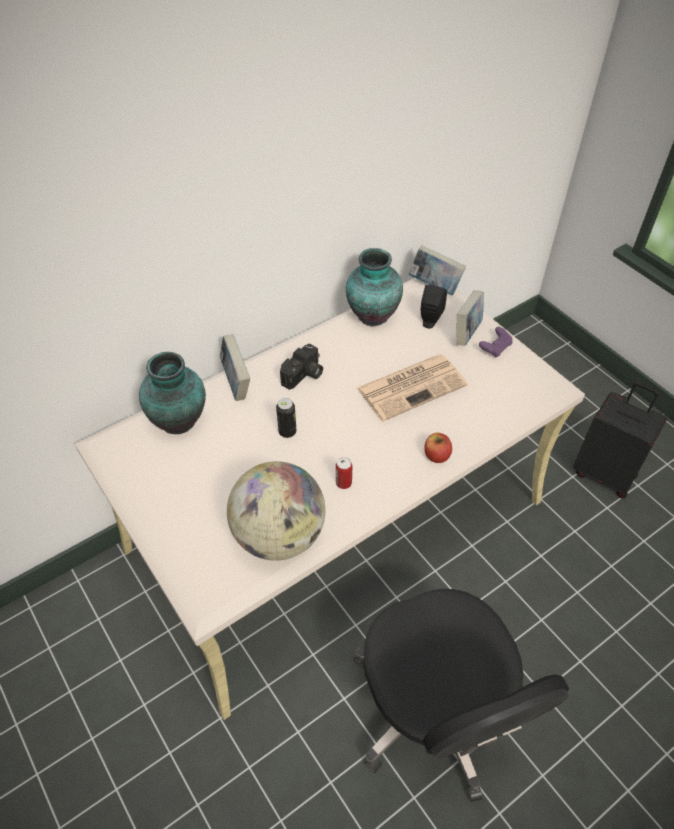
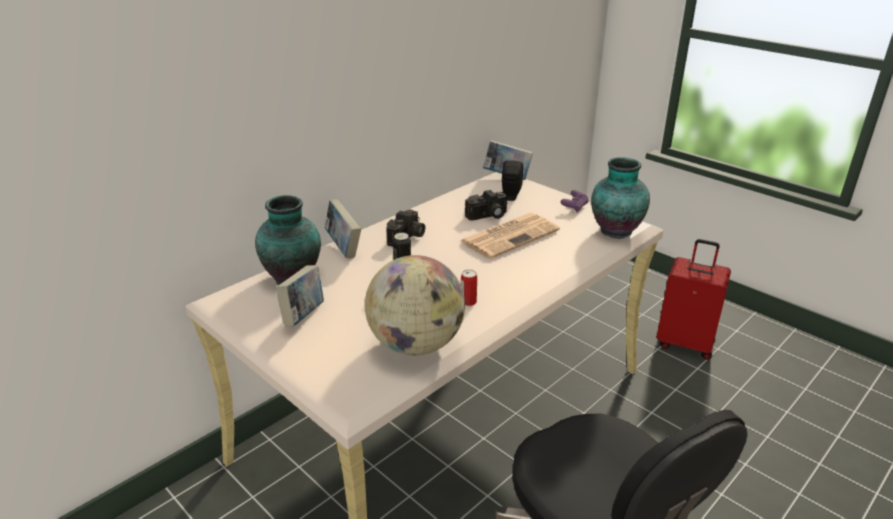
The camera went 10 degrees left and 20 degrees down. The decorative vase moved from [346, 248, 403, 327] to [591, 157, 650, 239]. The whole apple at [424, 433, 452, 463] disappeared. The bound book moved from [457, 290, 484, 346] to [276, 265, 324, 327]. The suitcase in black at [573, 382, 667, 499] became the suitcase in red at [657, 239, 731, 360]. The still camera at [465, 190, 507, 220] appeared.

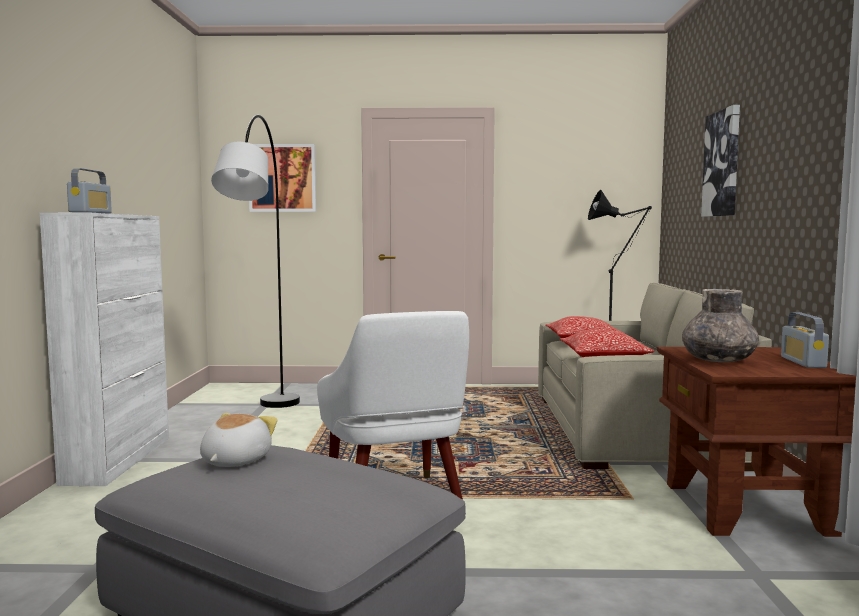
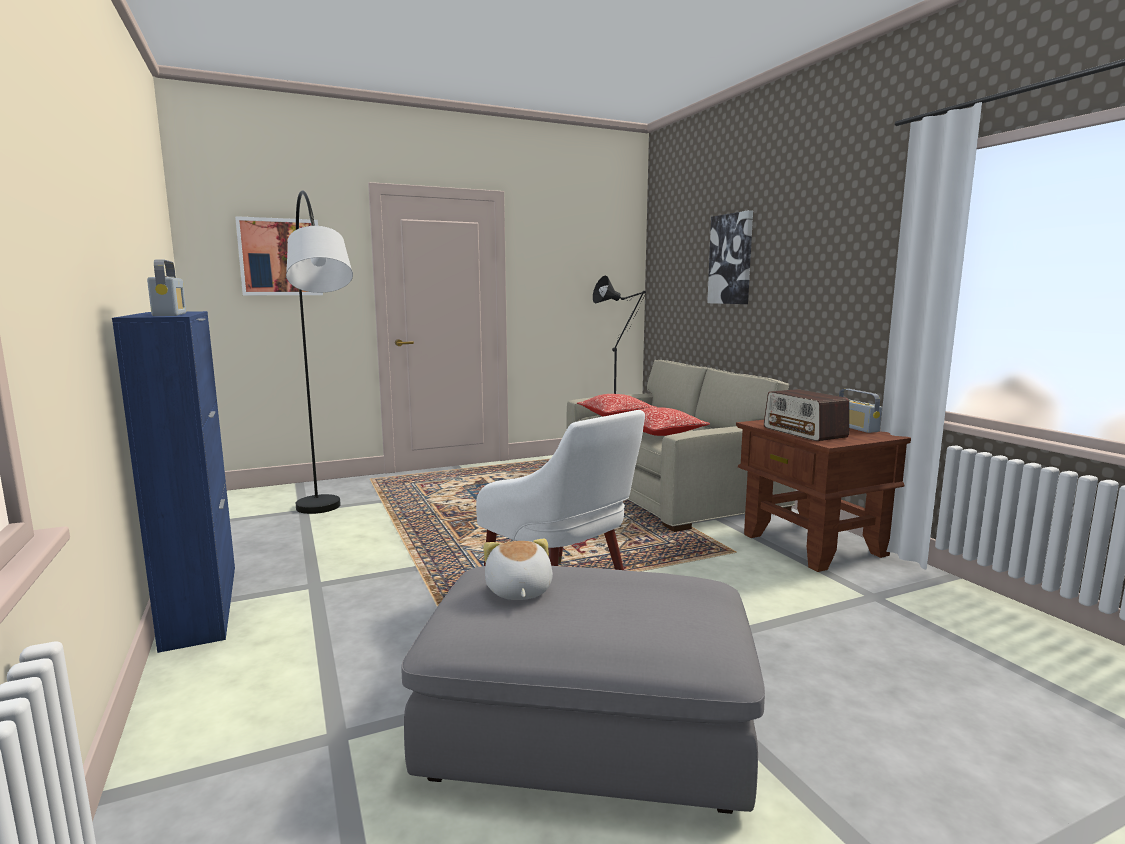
The camera went 25 degrees left and 5 degrees up. The storage cabinet in white at [40, 213, 169, 486] became the storage cabinet in bluish at [112, 311, 235, 653]. The decorative vase in gray at [682, 289, 759, 362] was replaced by the radio receiver at [764, 389, 849, 441].

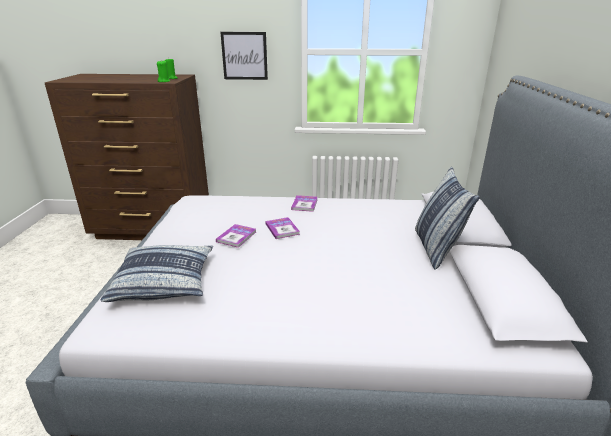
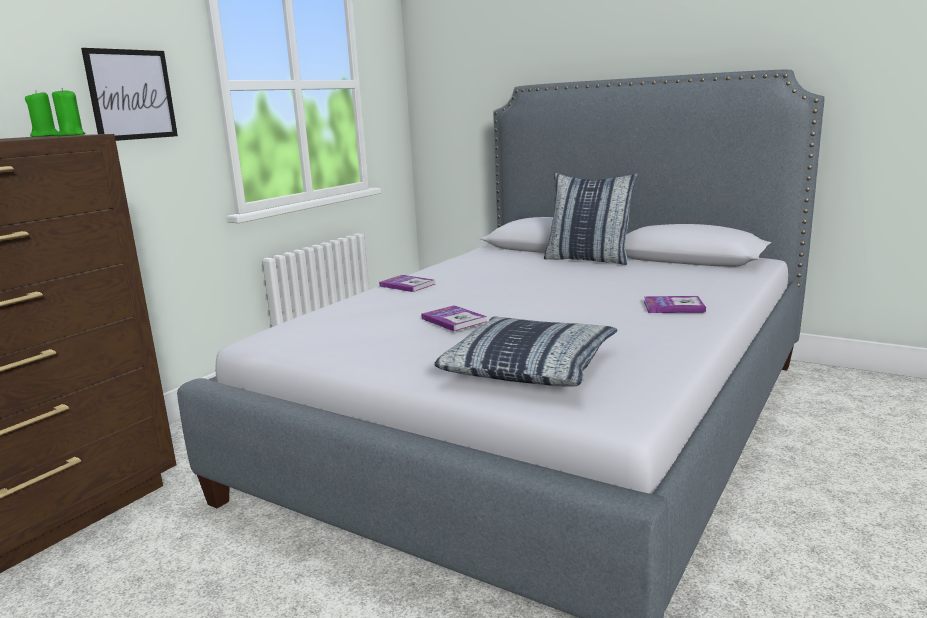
The camera went 60 degrees left and 10 degrees down. The bound book moved from [265, 217, 300, 239] to [644, 296, 706, 313].

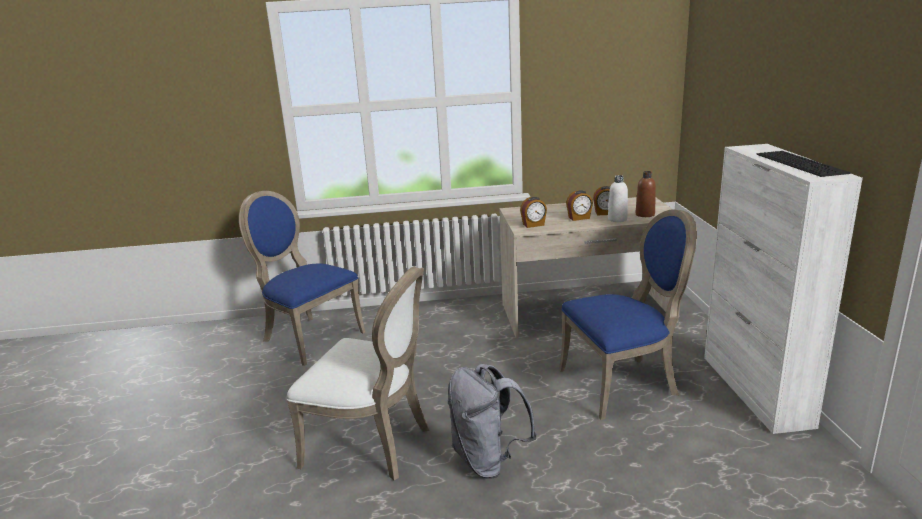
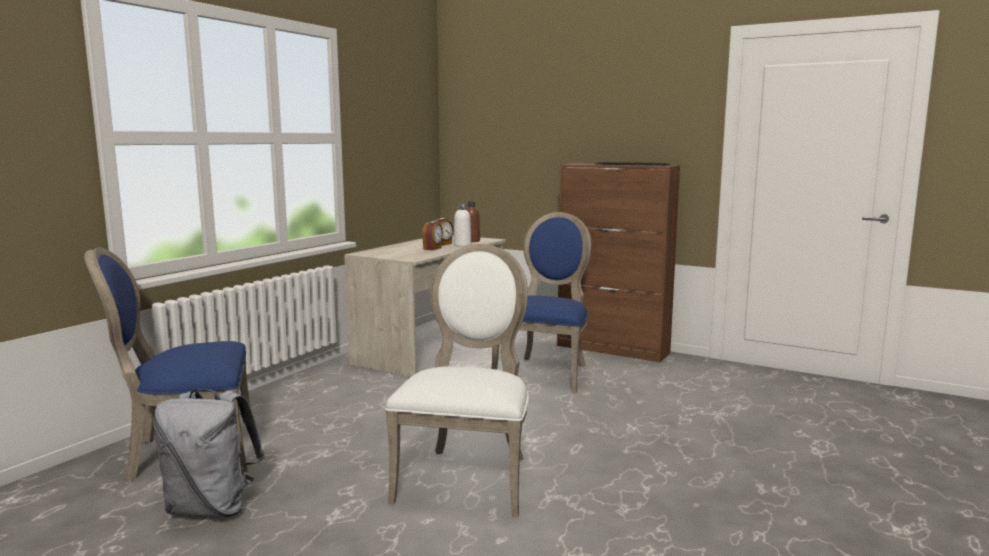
The camera went 55 degrees left and 10 degrees down. The plain chair in white at [287, 266, 430, 481] turned 45 degrees counterclockwise. The rucksack in gray moved from [448, 364, 537, 479] to [153, 389, 265, 518]. The bedside clock at [520, 197, 547, 228] disappeared. The storage cabinet in white at [704, 144, 863, 434] became the storage cabinet in brown-coloured at [557, 163, 680, 362].

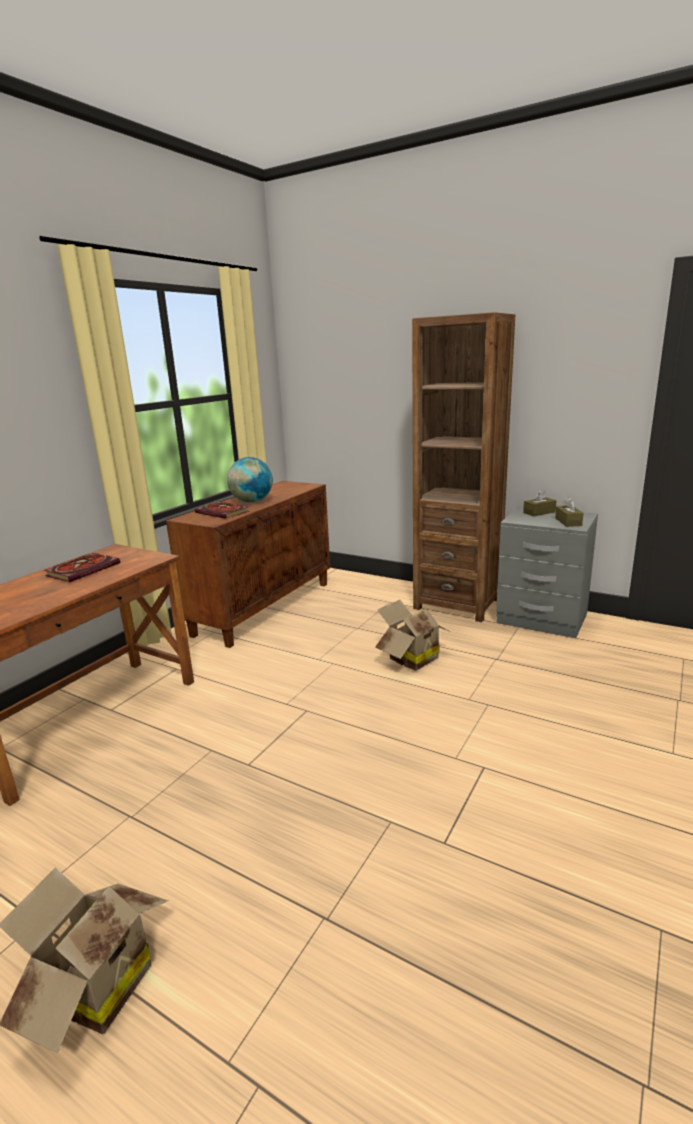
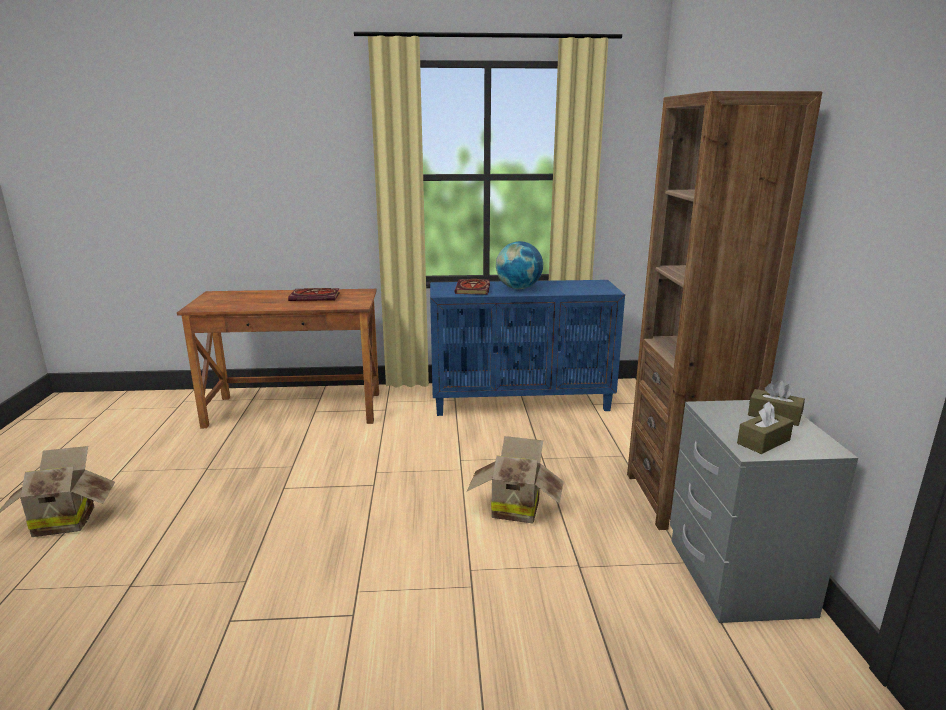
The camera went 55 degrees right and 0 degrees up. The storage cabinet in brown-coloured at [166, 481, 330, 648] became the storage cabinet in bluish at [430, 280, 625, 416].

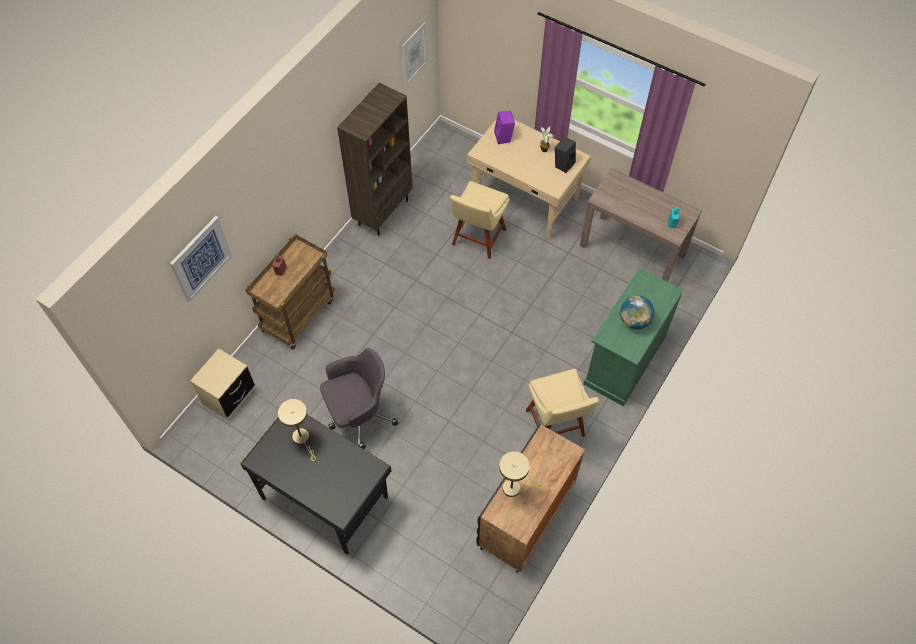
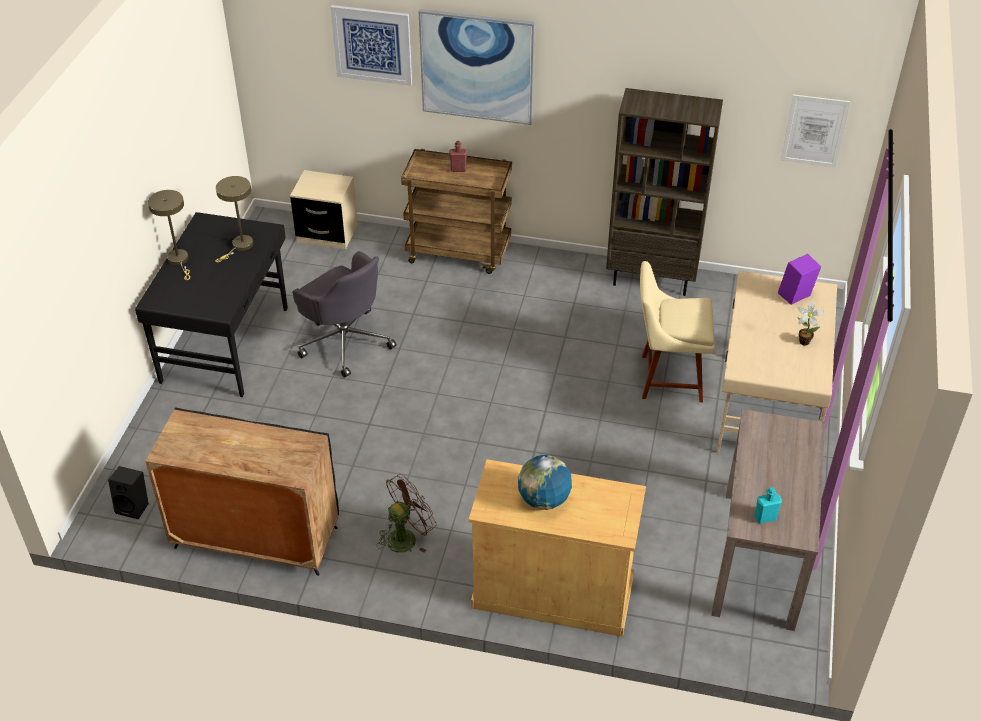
The camera went 70 degrees right and 15 degrees down. The lamp for a table in beige moved from [499, 451, 543, 497] to [148, 190, 190, 280]. The plain chair in beige at [526, 369, 599, 437] was replaced by the electric fan in brown-coloured at [377, 474, 437, 553]. The loudspeaker in black moved from [555, 137, 576, 173] to [108, 466, 149, 519]. The storage cabinet in greenish at [583, 268, 684, 406] became the storage cabinet in beige at [468, 459, 646, 637]. The wall picture at [419, 9, 535, 125] appeared.

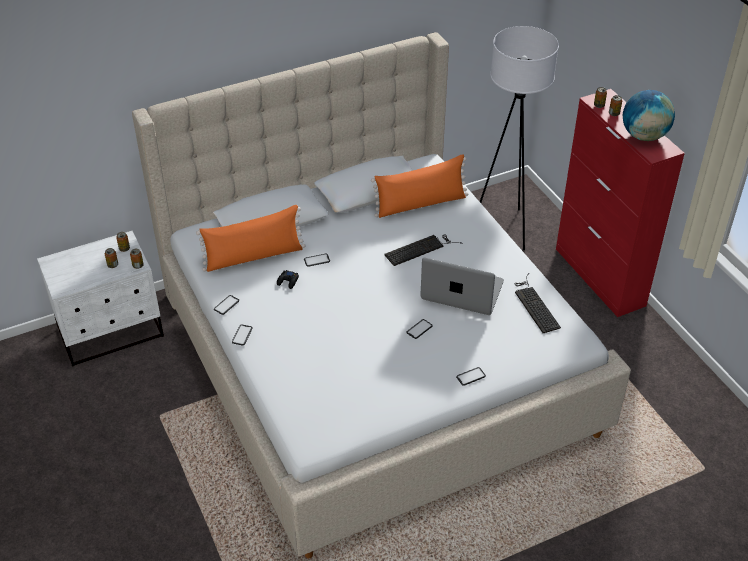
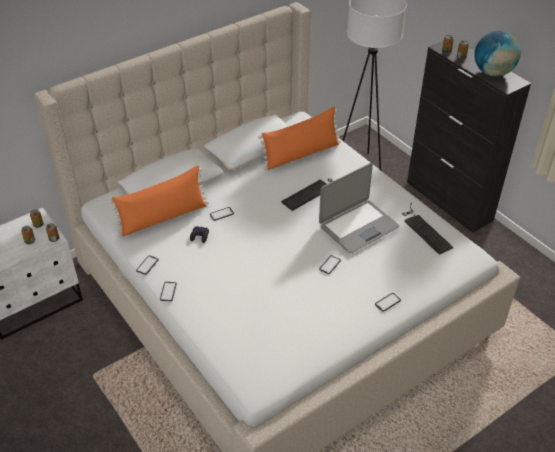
The camera went 10 degrees left and 0 degrees up. The portable computer at [420, 258, 504, 315] turned 135 degrees clockwise. The storage cabinet in red at [556, 89, 685, 317] became the storage cabinet in black at [407, 39, 531, 233].

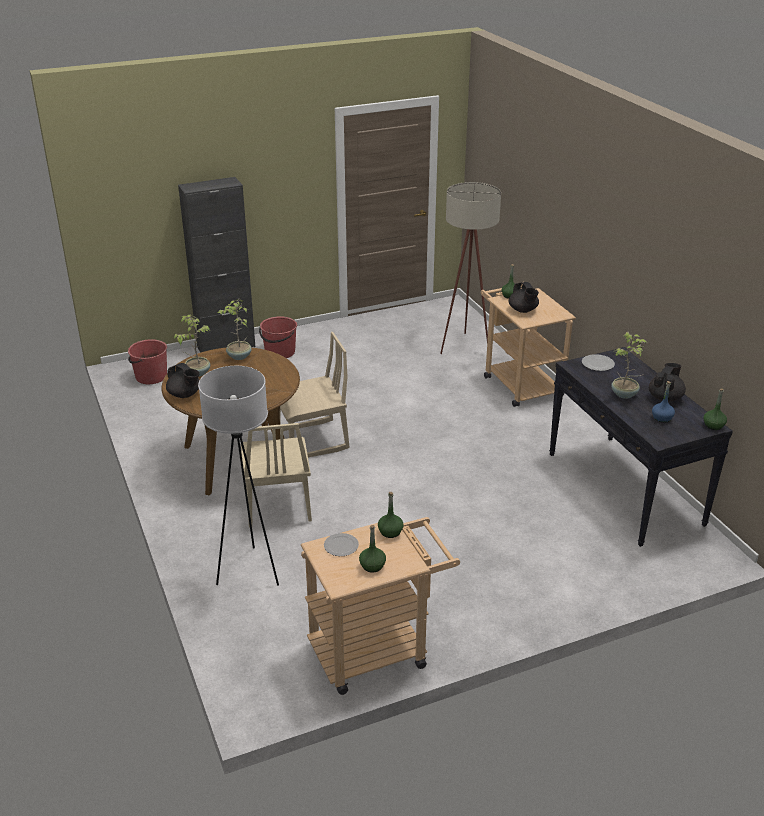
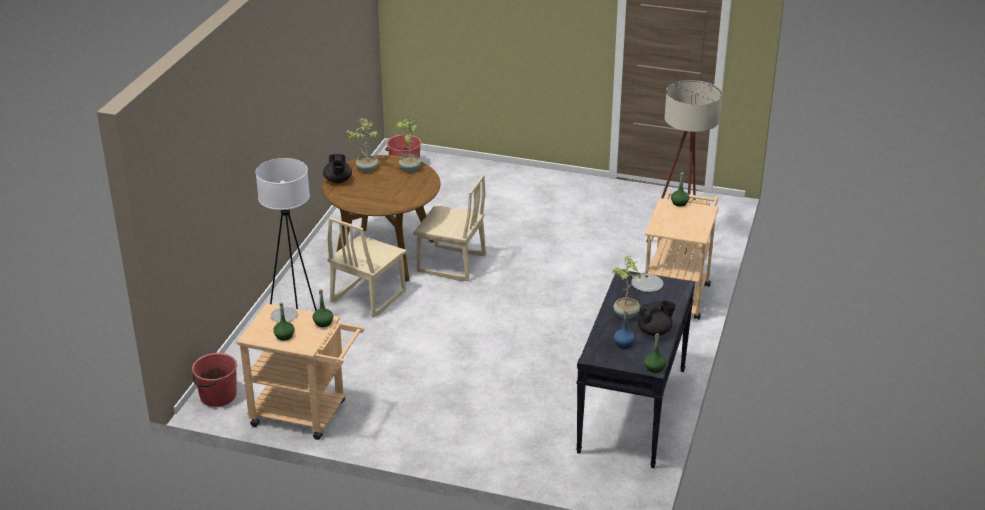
The camera went 40 degrees right and 0 degrees up. The storage cabinet in black at [178, 177, 255, 353] disappeared. The bucket in red moved from [259, 316, 297, 358] to [192, 353, 237, 407]. The teapot in black at [509, 282, 539, 313] disappeared.

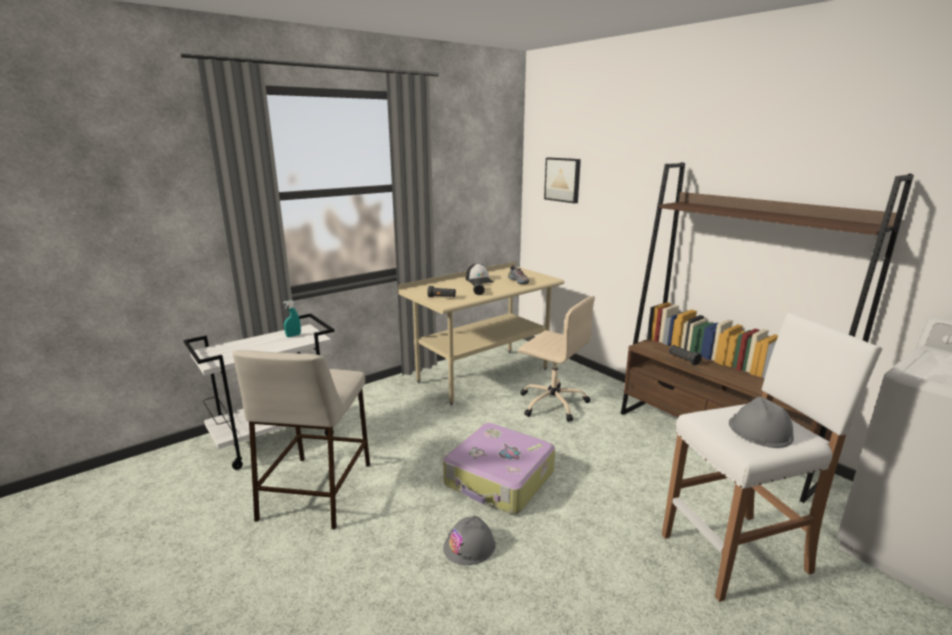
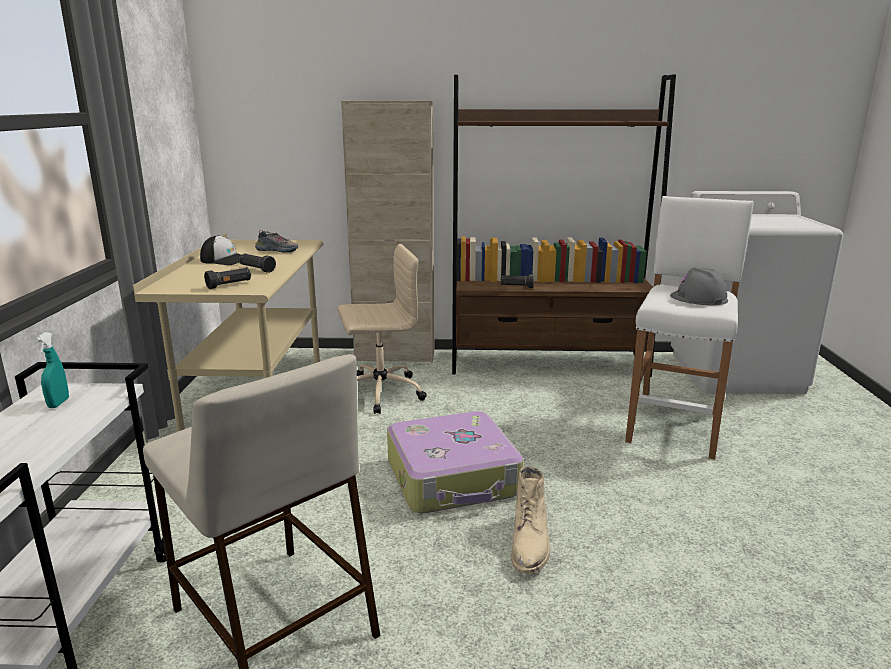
The camera went 50 degrees left and 0 degrees up. The safety helmet in gray at [443, 516, 495, 565] was replaced by the high-top boot in beige at [511, 466, 551, 574]. The wall picture at [544, 158, 581, 203] disappeared. The storage cabinet in beige at [341, 101, 434, 363] appeared.

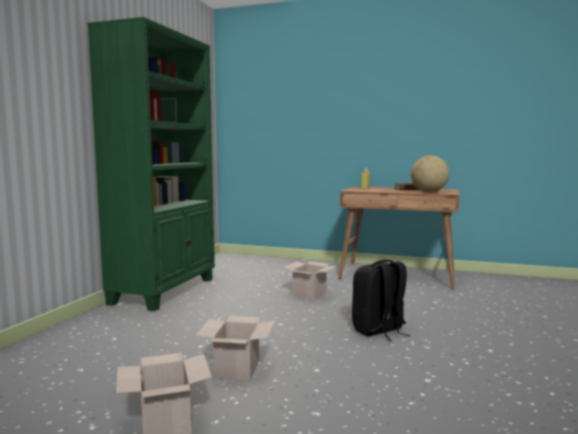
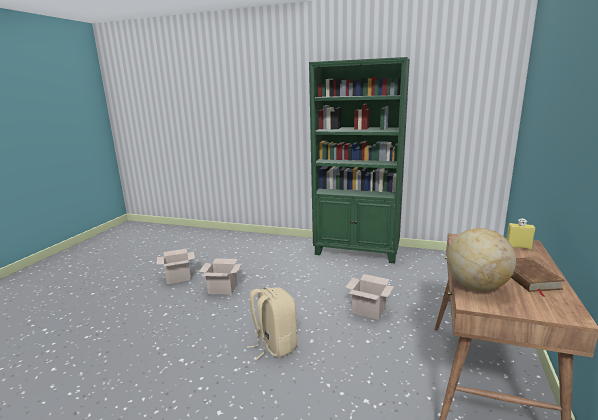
The camera went 90 degrees right and 10 degrees up. The rucksack in black at [352, 260, 410, 341] became the rucksack in beige at [247, 287, 297, 360].

